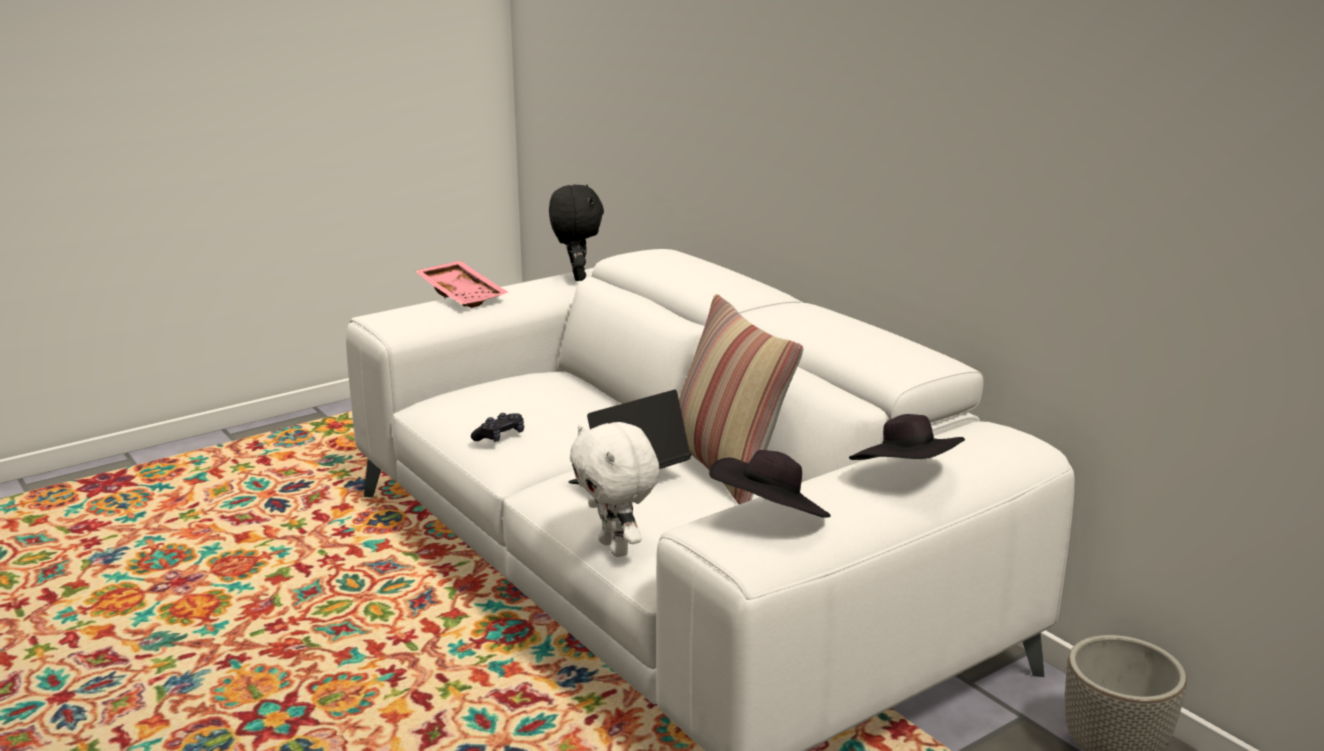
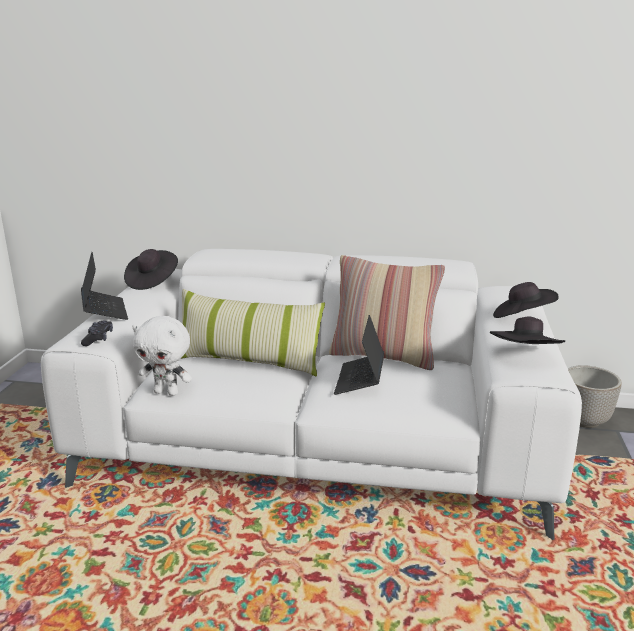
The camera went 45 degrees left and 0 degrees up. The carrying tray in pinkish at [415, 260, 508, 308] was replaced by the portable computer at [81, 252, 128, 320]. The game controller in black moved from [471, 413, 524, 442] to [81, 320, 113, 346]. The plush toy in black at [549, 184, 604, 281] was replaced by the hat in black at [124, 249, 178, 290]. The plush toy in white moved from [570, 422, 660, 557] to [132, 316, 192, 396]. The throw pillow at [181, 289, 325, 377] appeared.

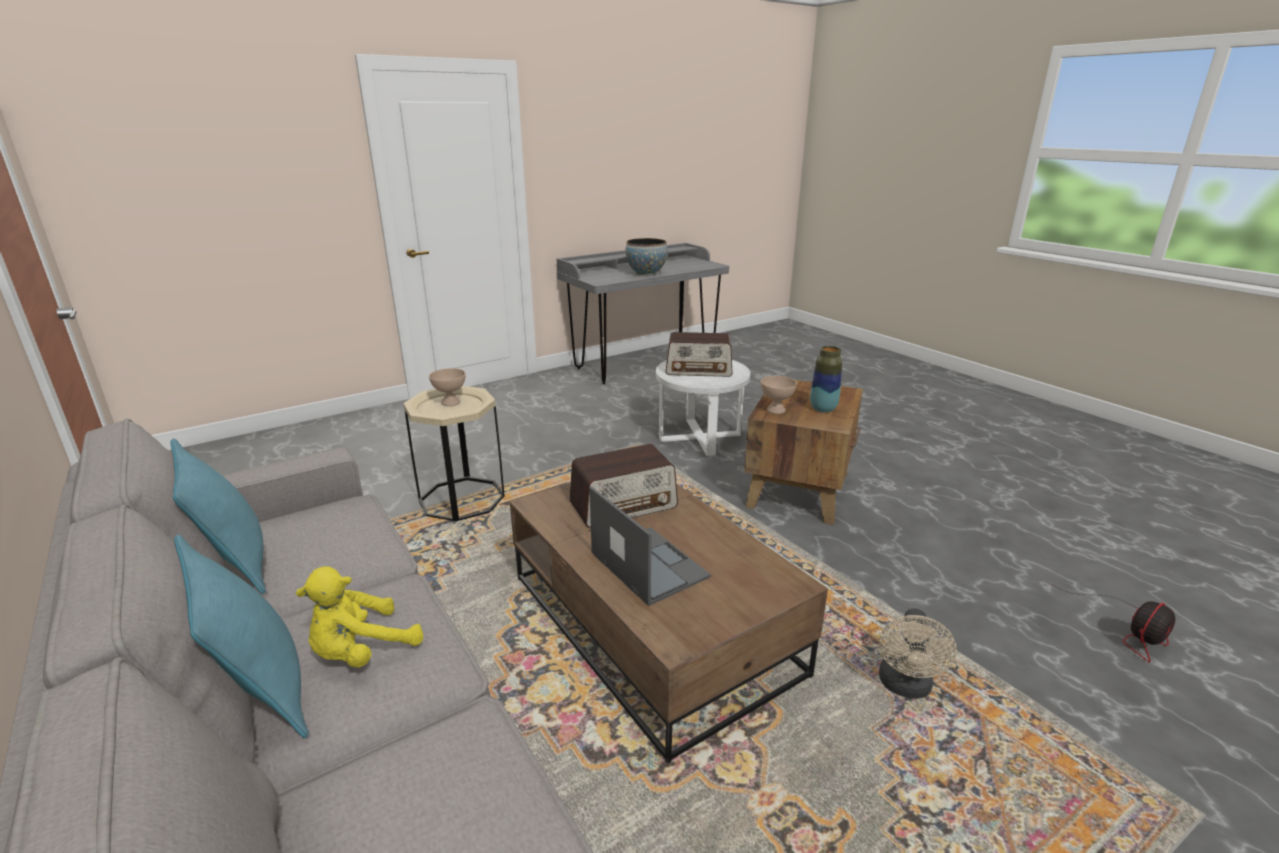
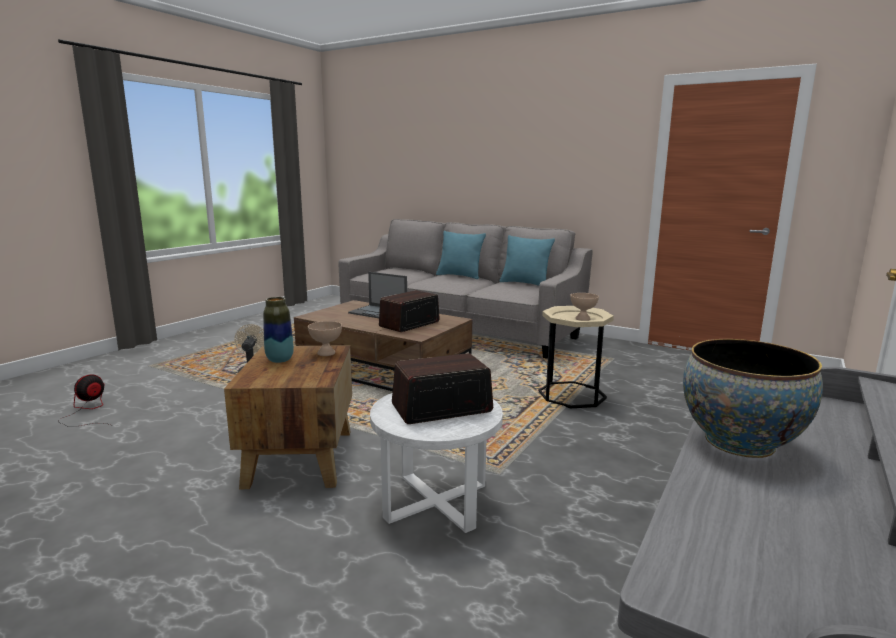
The camera went 155 degrees right and 10 degrees down. The plush toy in yellow-coloured at [296, 566, 423, 668] disappeared.

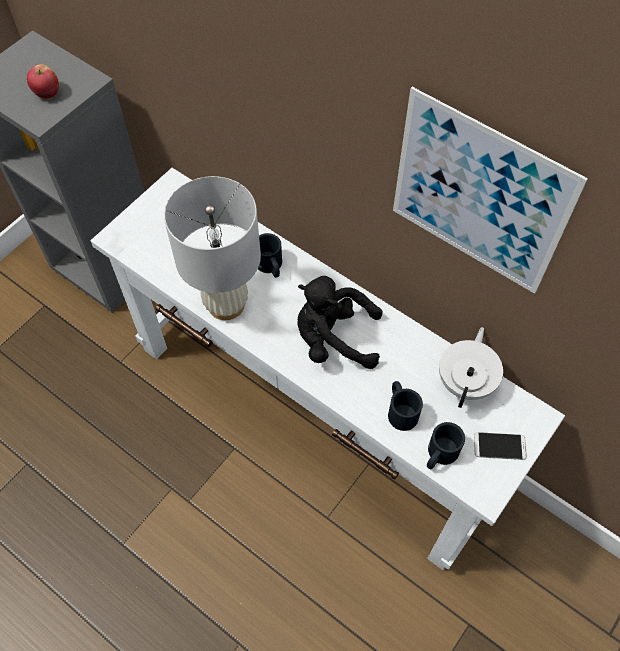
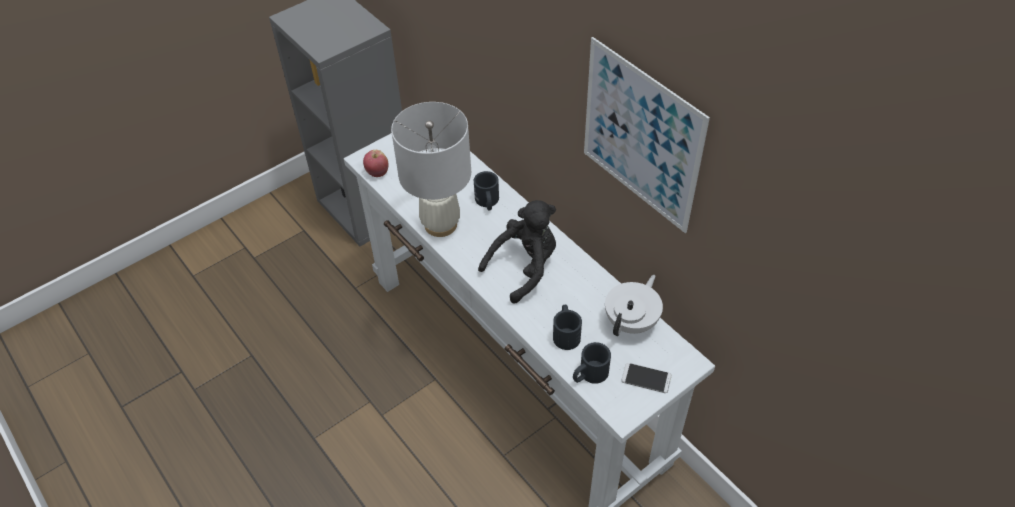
The camera went 15 degrees right and 10 degrees down. The whole apple moved from [27, 64, 59, 99] to [363, 150, 388, 177]. The plush toy in black at [298, 276, 382, 369] turned 120 degrees clockwise.

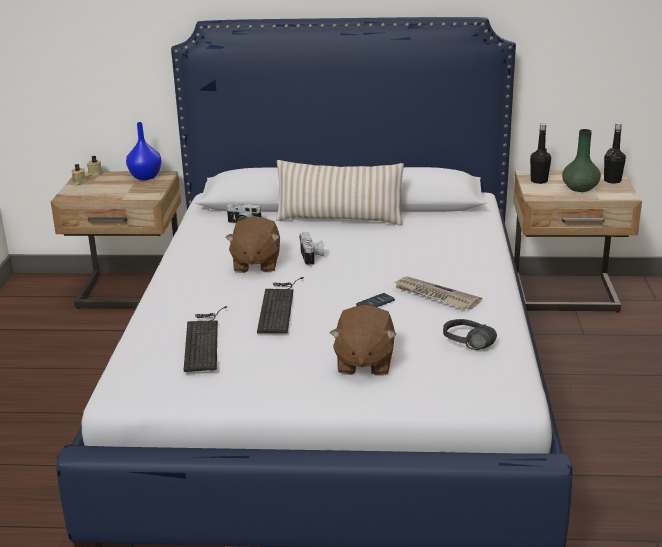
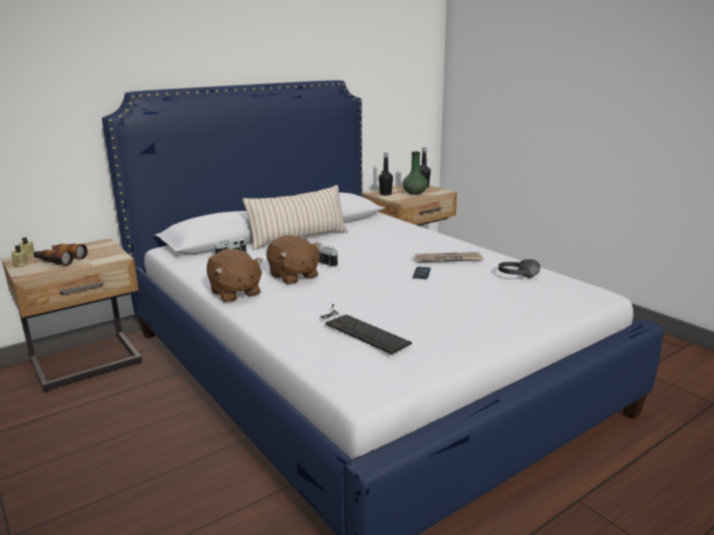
The camera went 40 degrees left and 5 degrees down. The decorative vase in bluish at [126, 122, 162, 180] disappeared. The keyboard at [257, 277, 304, 334] disappeared. The plush toy in brown-coloured moved from [330, 305, 396, 376] to [207, 249, 263, 303]. The field glasses at [33, 244, 88, 266] appeared.

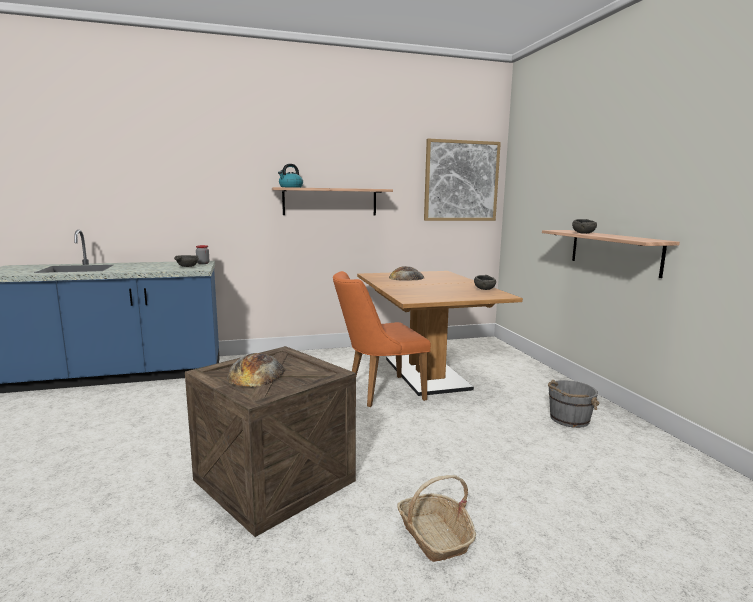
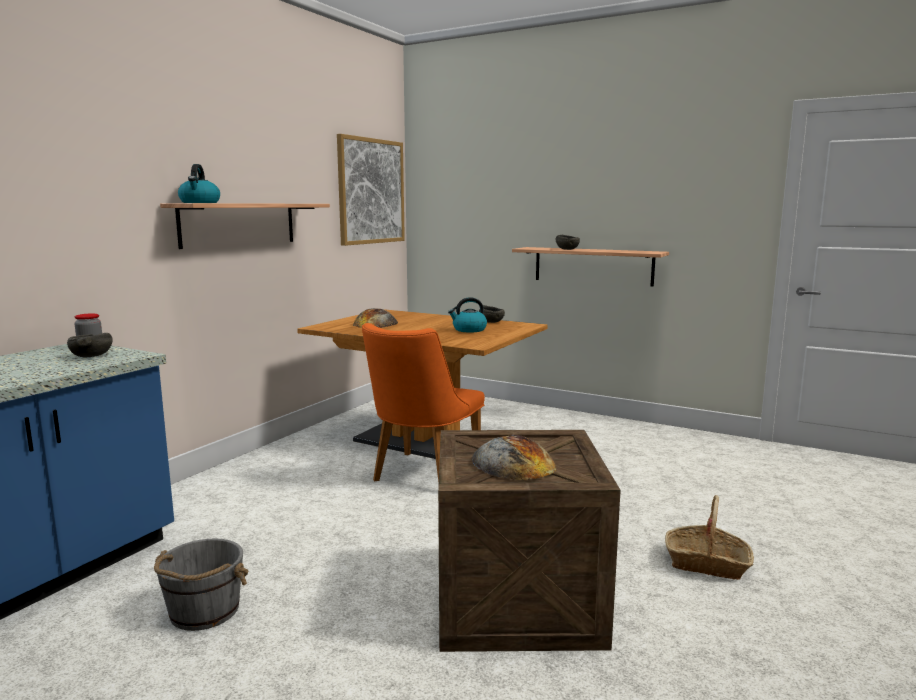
The camera went 45 degrees left and 0 degrees up. The bucket in gray moved from [548, 380, 599, 428] to [154, 538, 248, 631]. The kettle at [448, 297, 487, 332] appeared.

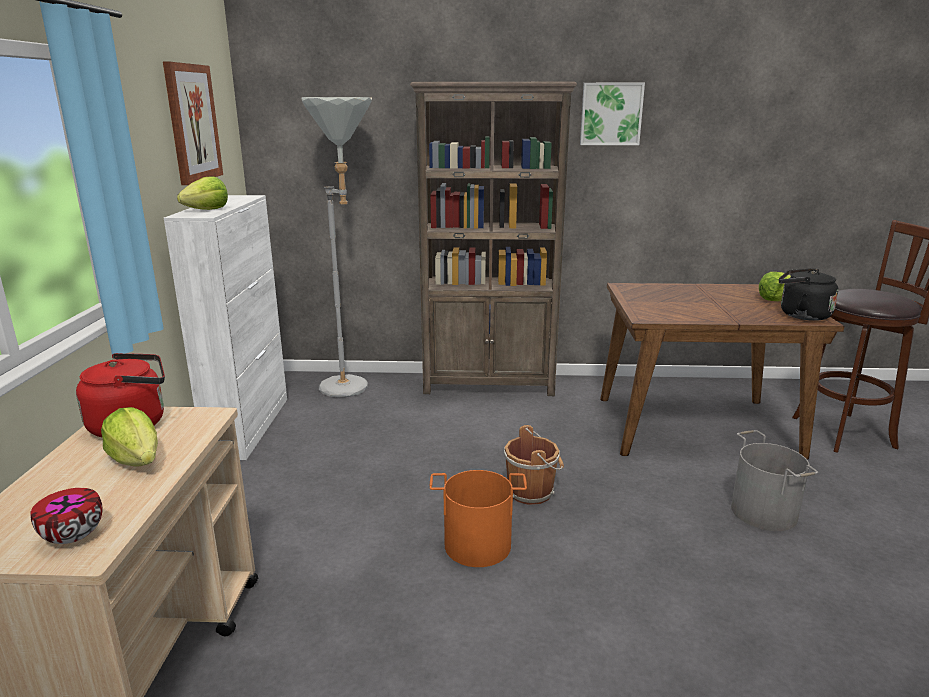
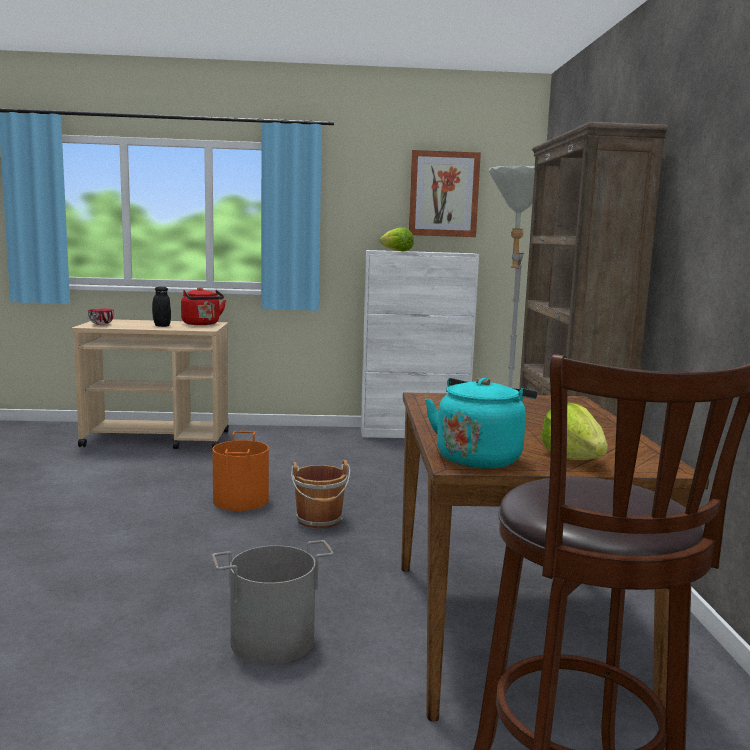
The camera went 85 degrees right and 10 degrees down. The lettuce head at [101, 407, 158, 466] was replaced by the storage jar in black at [152, 287, 171, 327]. The wall picture at [580, 83, 645, 145] disappeared. The kettle in black at [779, 268, 839, 321] became the kettle in turquoise-coloured at [425, 378, 537, 469].

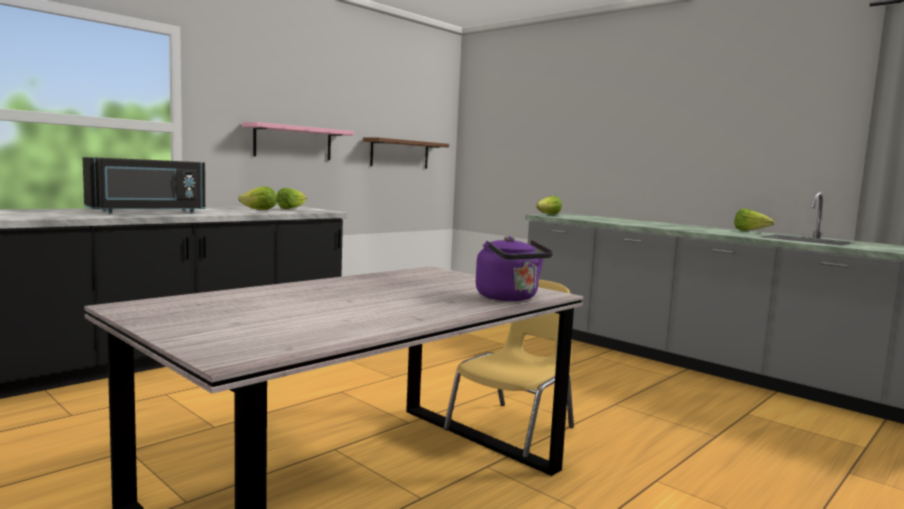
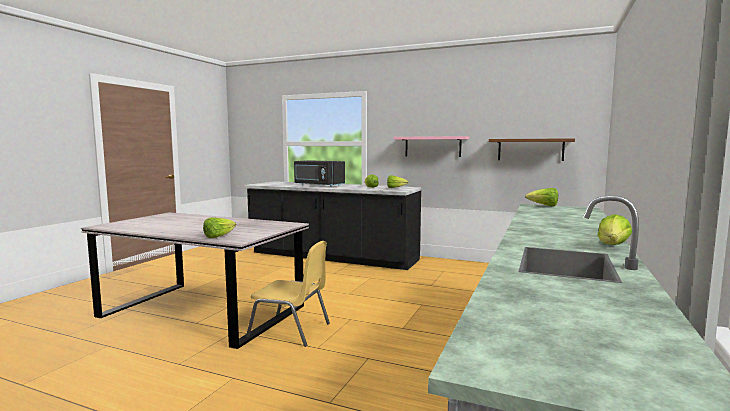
The camera went 70 degrees right and 0 degrees up. The kettle in purple-coloured at [476, 236, 553, 301] was replaced by the lettuce head at [203, 217, 236, 238].

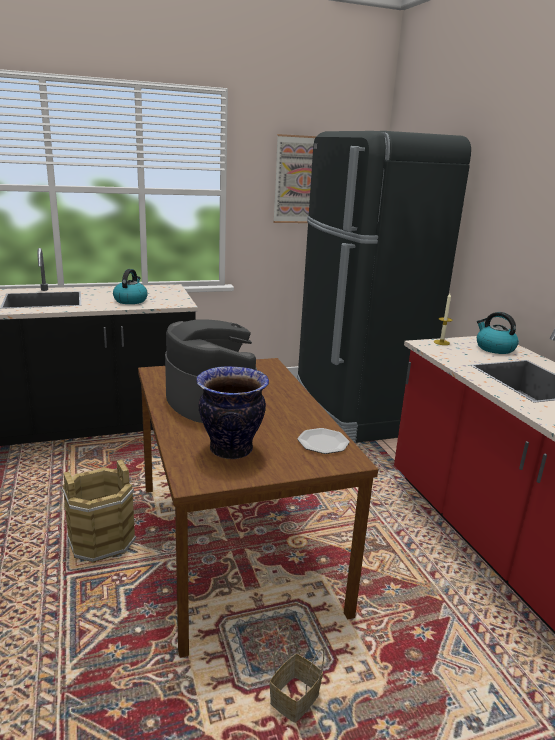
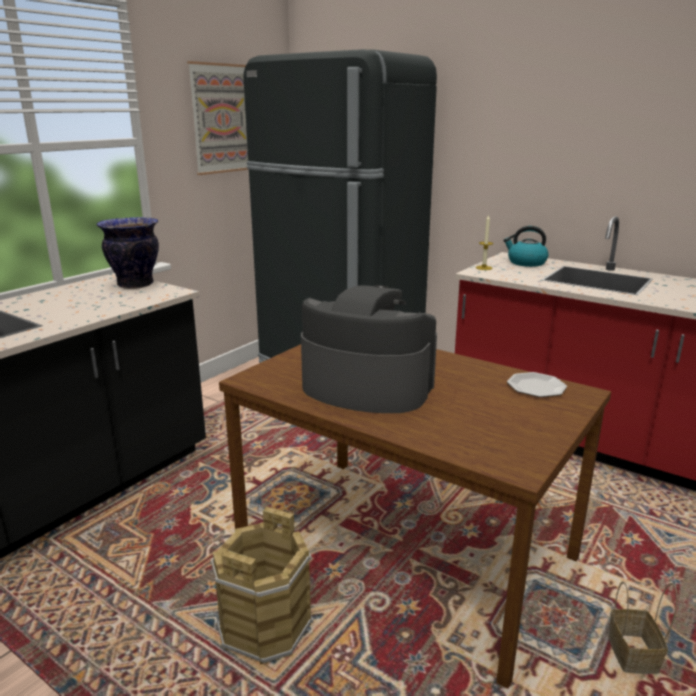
The camera went 35 degrees left and 0 degrees up. The kettle at [113, 269, 148, 304] disappeared. The decorative vase moved from [196, 366, 269, 459] to [96, 217, 159, 289].

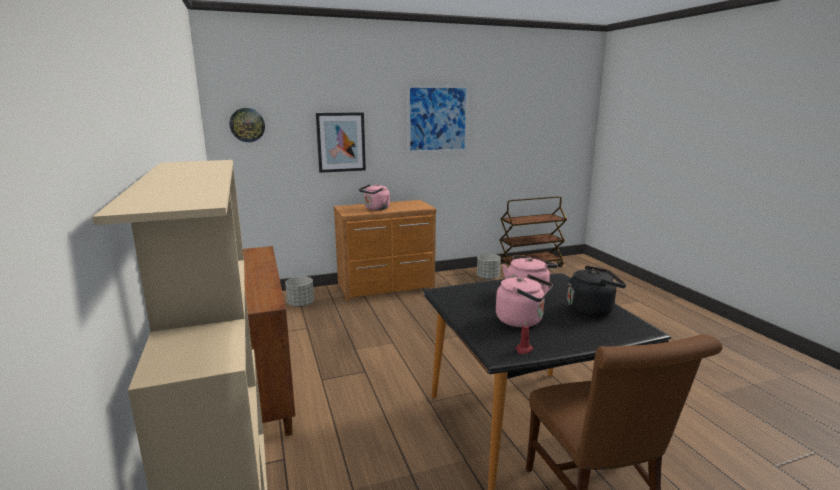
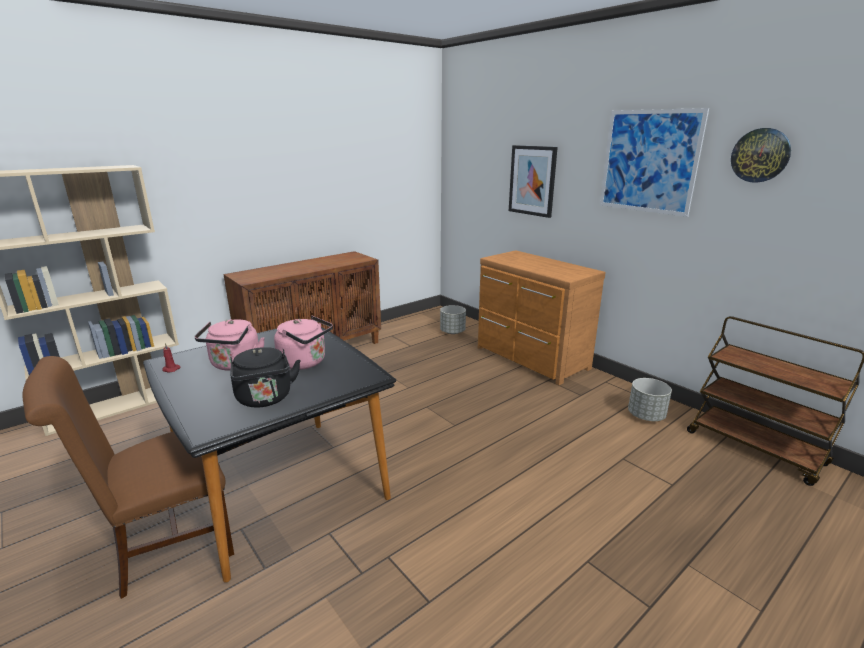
The camera went 70 degrees right and 5 degrees up. The clock on the wall moved from [230, 108, 265, 142] to [731, 128, 791, 183]. The kettle in pinkish at [359, 184, 390, 210] disappeared.

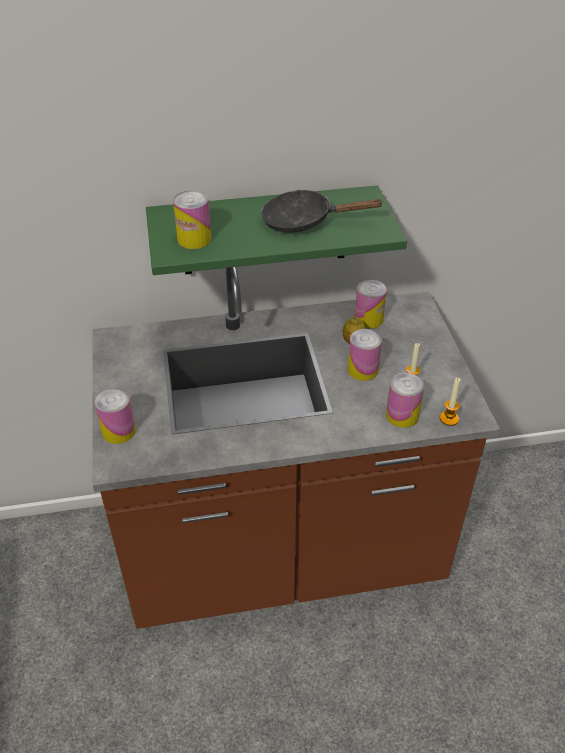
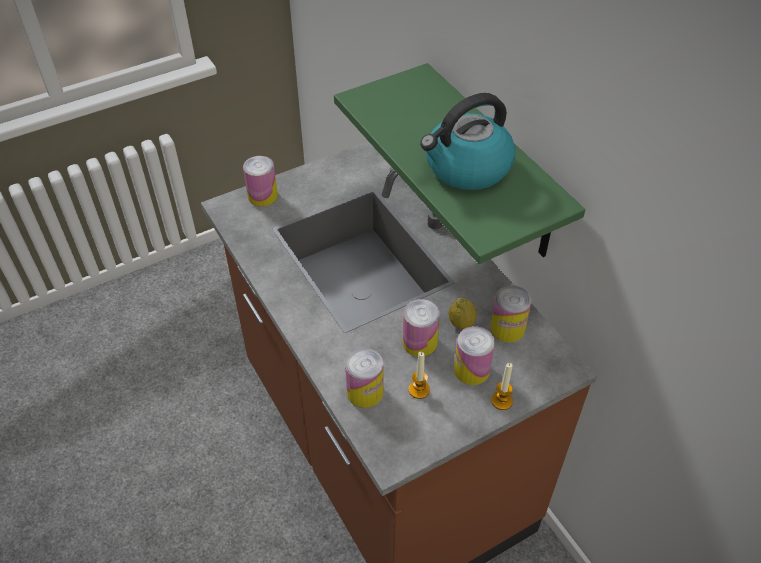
The camera went 70 degrees right and 5 degrees up. The metal can moved from [173, 190, 211, 249] to [454, 326, 495, 385]. The pan in black at [261, 190, 384, 233] was replaced by the kettle at [420, 93, 515, 190]. The wax light moved from [440, 378, 461, 426] to [491, 363, 513, 410].

